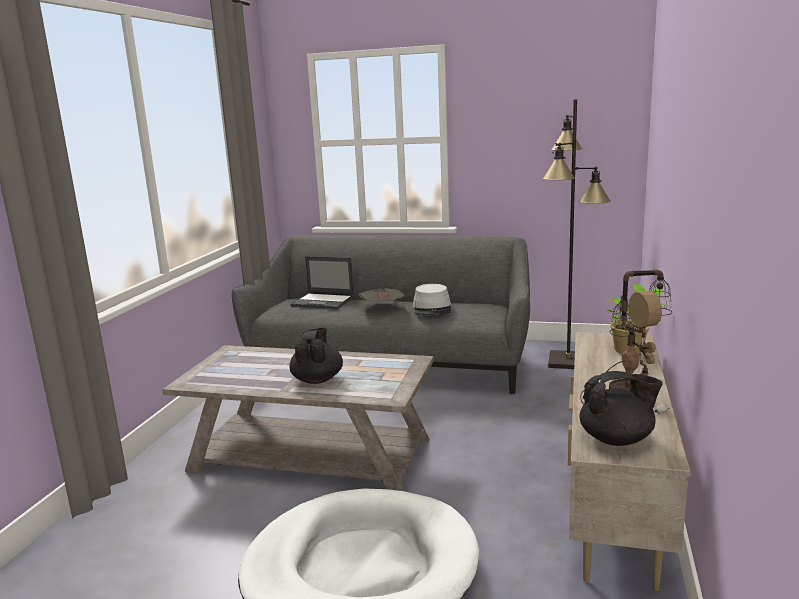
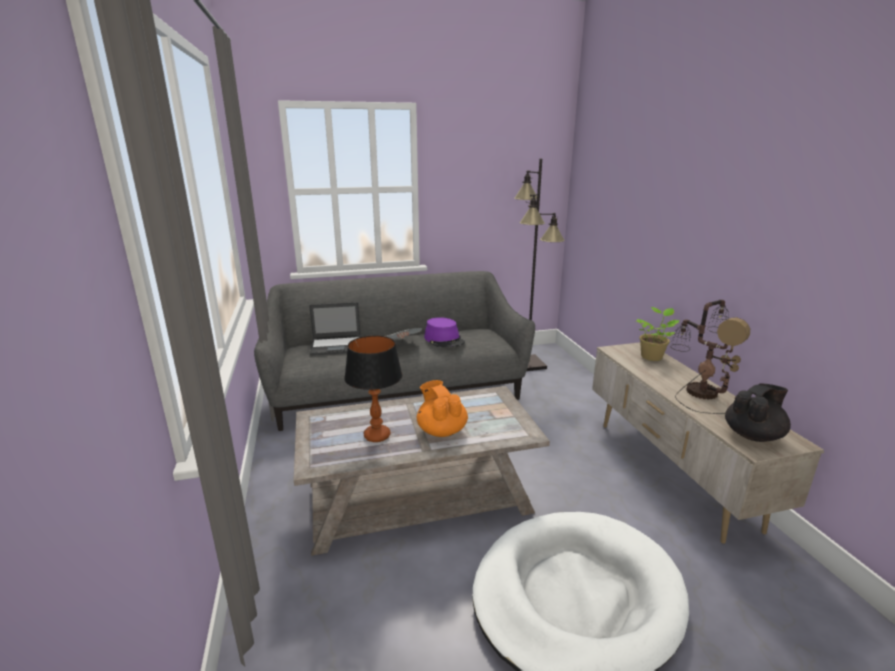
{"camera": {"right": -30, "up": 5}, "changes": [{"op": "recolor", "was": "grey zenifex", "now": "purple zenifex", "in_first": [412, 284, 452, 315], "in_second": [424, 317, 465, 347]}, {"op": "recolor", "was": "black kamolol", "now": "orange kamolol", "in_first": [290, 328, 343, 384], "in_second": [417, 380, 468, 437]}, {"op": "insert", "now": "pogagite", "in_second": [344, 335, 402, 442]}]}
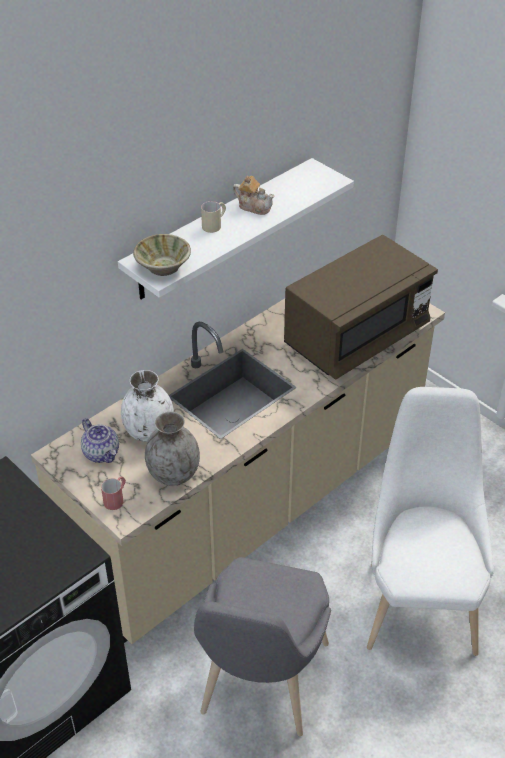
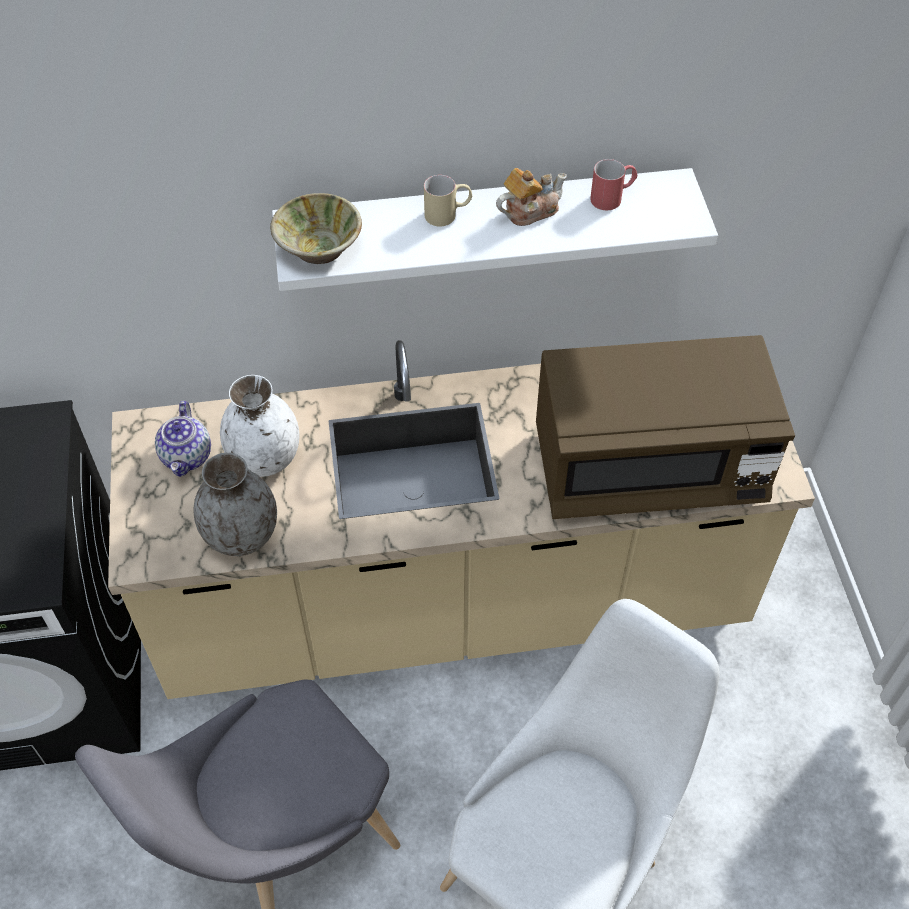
{"camera": {"right": 35, "up": 10}, "changes": [{"op": "rotate", "was": "kamolol", "in_first": [232, 176, 274, 215], "in_second": [496, 168, 567, 226], "clockwise": -90}, {"op": "move", "was": "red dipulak", "in_first": [101, 476, 126, 510], "in_second": [590, 159, 637, 210]}]}
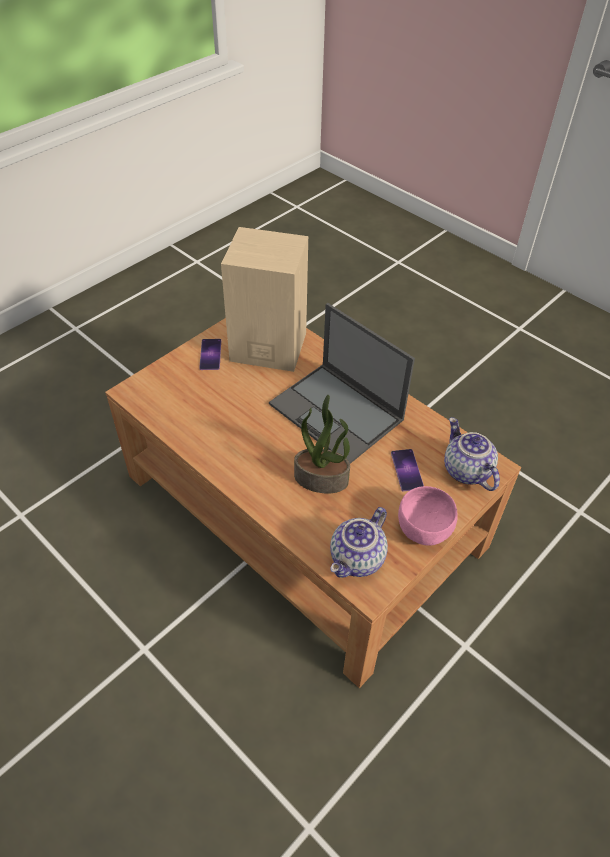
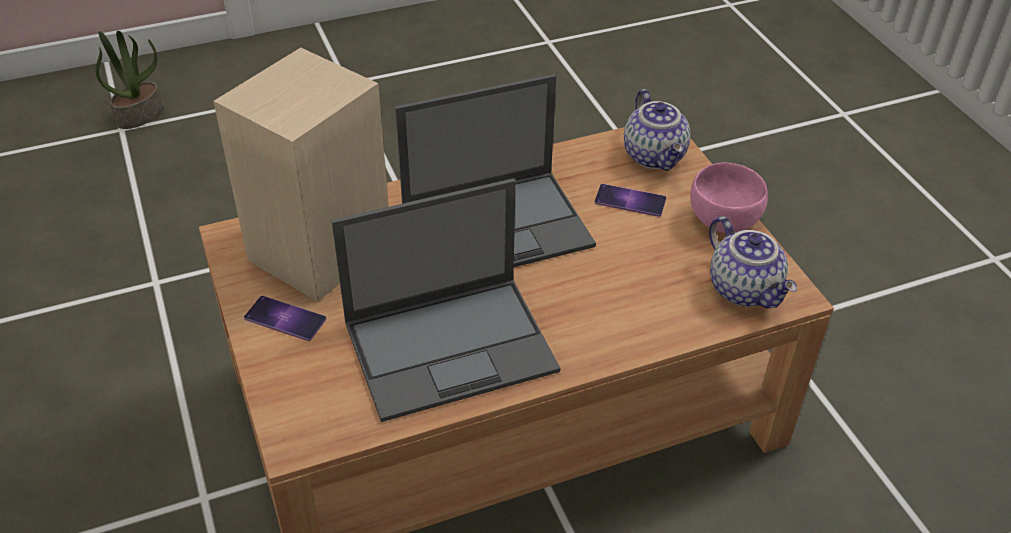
{"camera": {"right": -65, "up": -5}, "changes": [{"op": "move", "was": "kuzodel", "in_first": [294, 395, 350, 493], "in_second": [96, 31, 163, 129]}, {"op": "rotate", "was": "kamolol", "in_first": [444, 417, 500, 491], "in_second": [624, 89, 691, 171], "clockwise": -105}, {"op": "insert", "now": "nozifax", "in_second": [332, 178, 560, 422]}]}
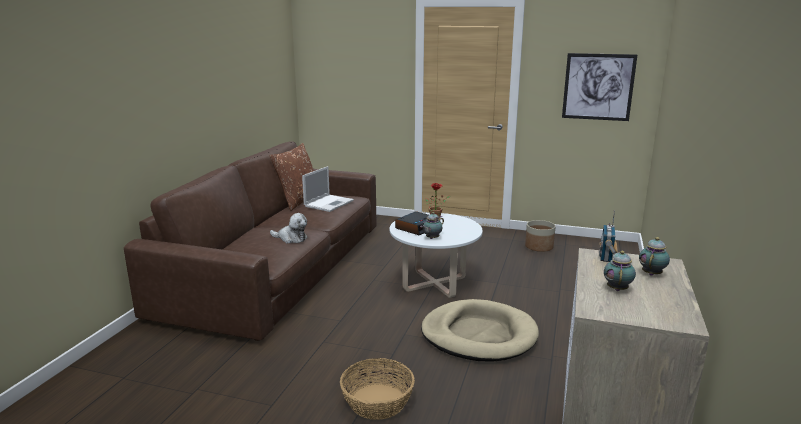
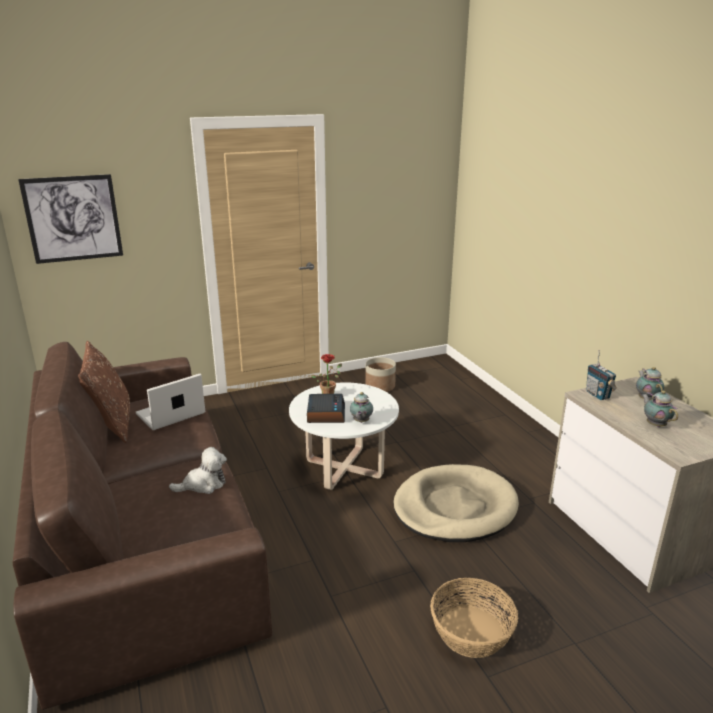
{"camera": {"right": -40, "up": 5}, "changes": [{"op": "move", "was": "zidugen", "in_first": [562, 53, 637, 121], "in_second": [18, 174, 123, 264]}, {"op": "rotate", "was": "nozifax", "in_first": [302, 166, 354, 212], "in_second": [136, 374, 205, 430], "clockwise": -120}]}
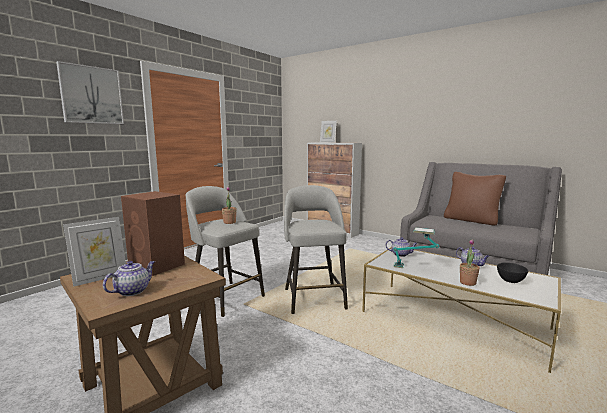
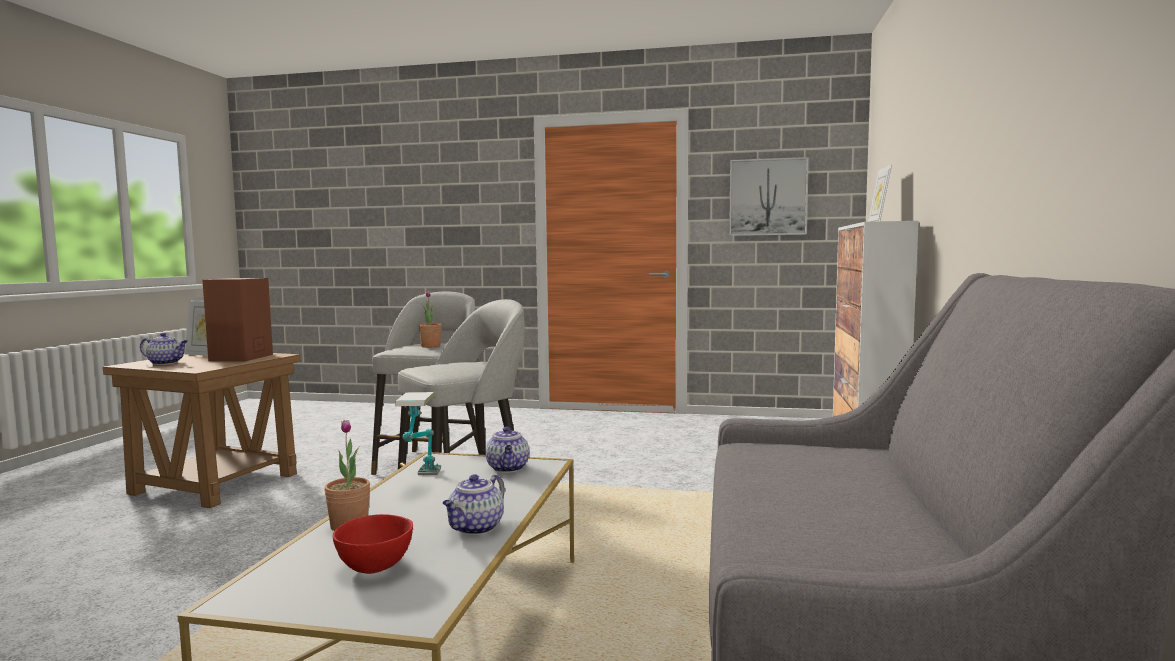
{"camera": {"right": 65, "up": -5}, "changes": [{"op": "move", "was": "zidugen", "in_first": [56, 61, 124, 124], "in_second": [729, 157, 809, 236]}, {"op": "delete", "was": "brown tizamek", "in_first": [444, 172, 506, 225]}, {"op": "recolor", "was": "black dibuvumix", "now": "red dibuvumix", "in_first": [497, 263, 528, 283], "in_second": [333, 514, 413, 574]}]}
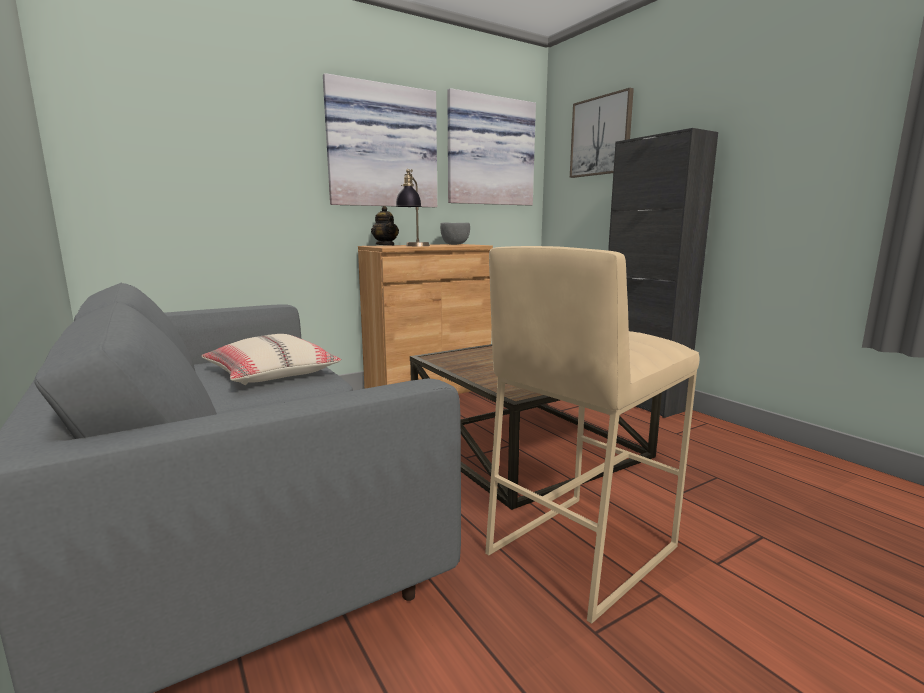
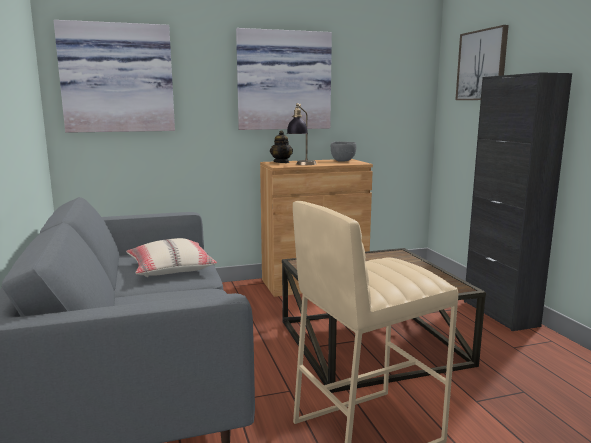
{"camera": {"right": 15, "up": 0}, "changes": [{"op": "move", "was": "zidugen", "in_first": [447, 88, 536, 205], "in_second": [54, 20, 175, 133]}]}
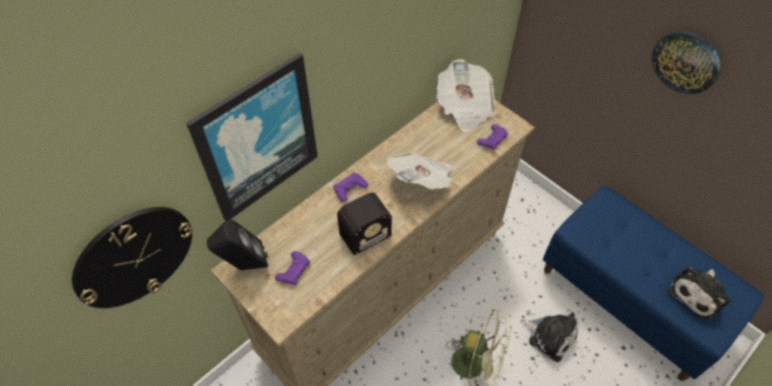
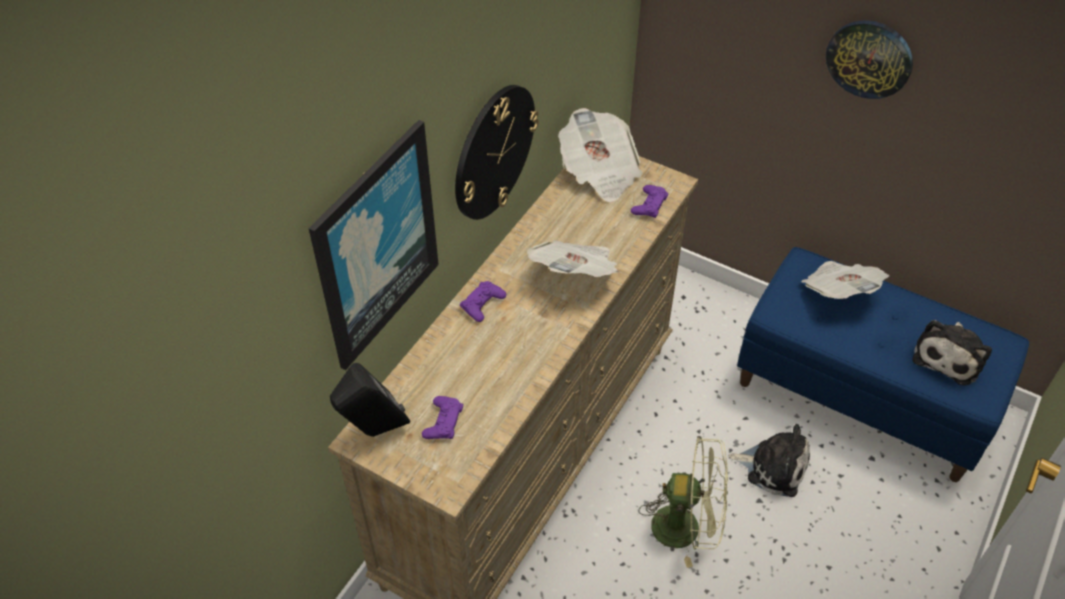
{"camera": {"right": -15, "up": -5}, "changes": [{"op": "delete", "was": "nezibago", "in_first": [314, 193, 392, 266]}, {"op": "move", "was": "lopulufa", "in_first": [72, 207, 193, 308], "in_second": [455, 85, 539, 220]}, {"op": "insert", "now": "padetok", "in_second": [801, 261, 889, 299]}]}
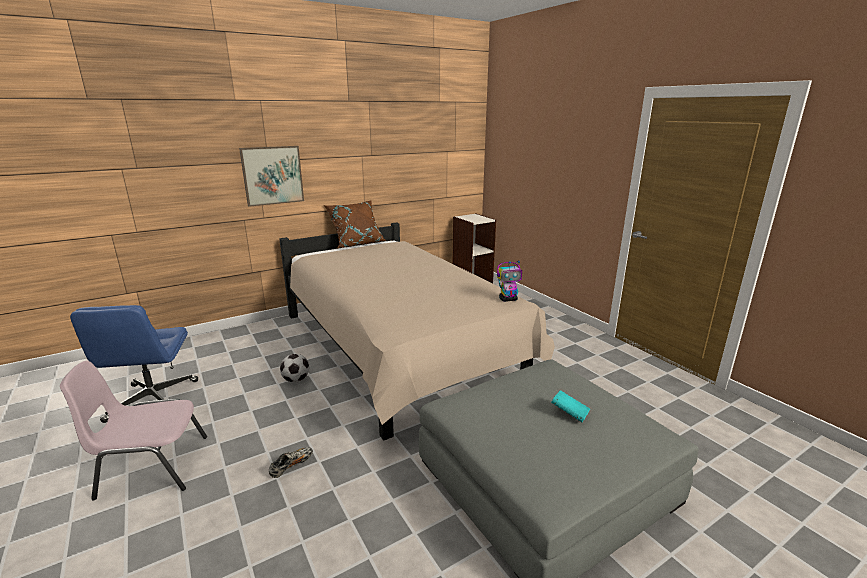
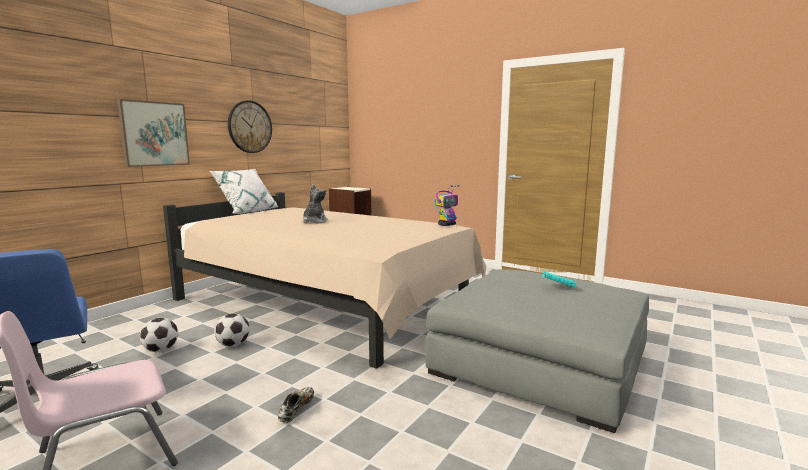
{"camera": {"right": -25, "up": -10}, "changes": [{"op": "recolor", "was": "brown tizamek", "now": "white tizamek", "in_first": [324, 201, 386, 248], "in_second": [210, 169, 278, 214]}, {"op": "insert", "now": "lopulufa", "in_second": [228, 100, 272, 153]}, {"op": "insert", "now": "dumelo", "in_second": [302, 184, 328, 223]}, {"op": "insert", "now": "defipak", "in_second": [140, 318, 178, 352]}]}
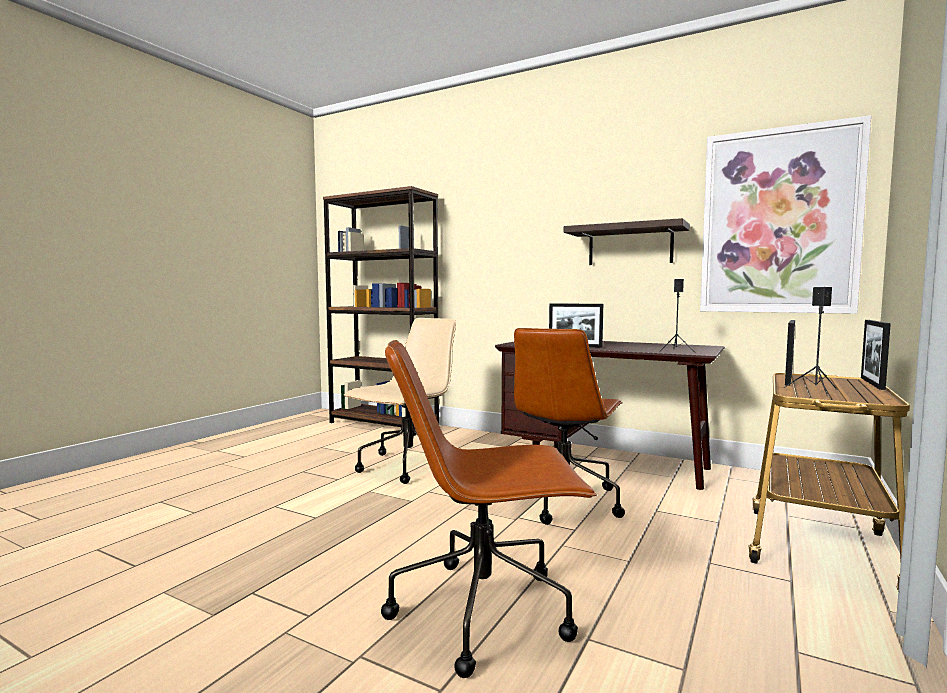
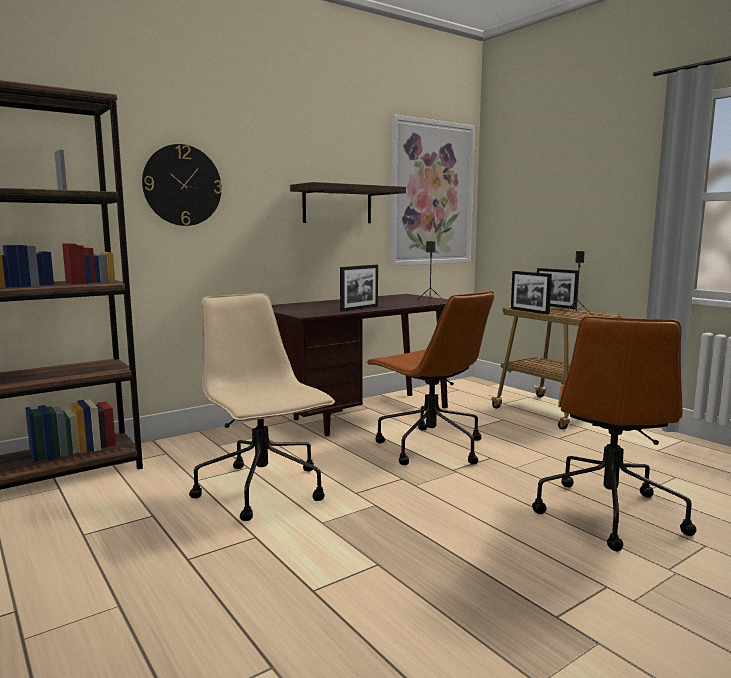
{"camera": {"right": -65, "up": 5}, "changes": [{"op": "insert", "now": "lopulufa", "in_second": [142, 144, 222, 226]}]}
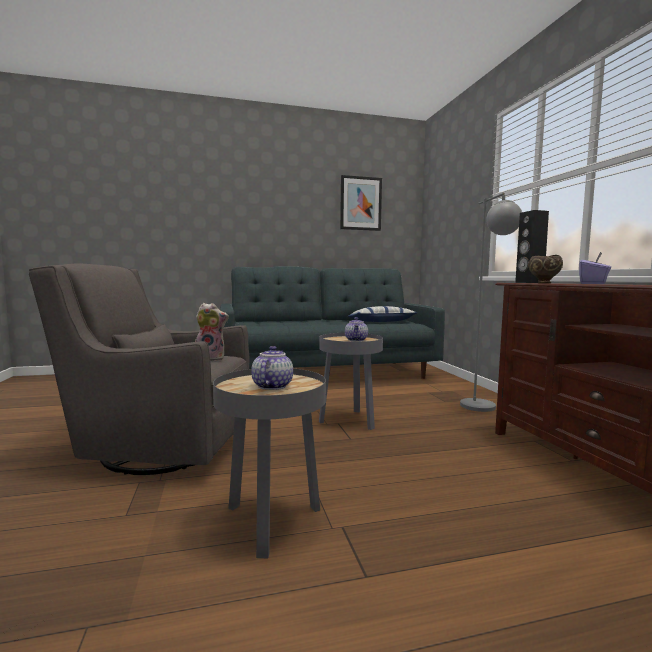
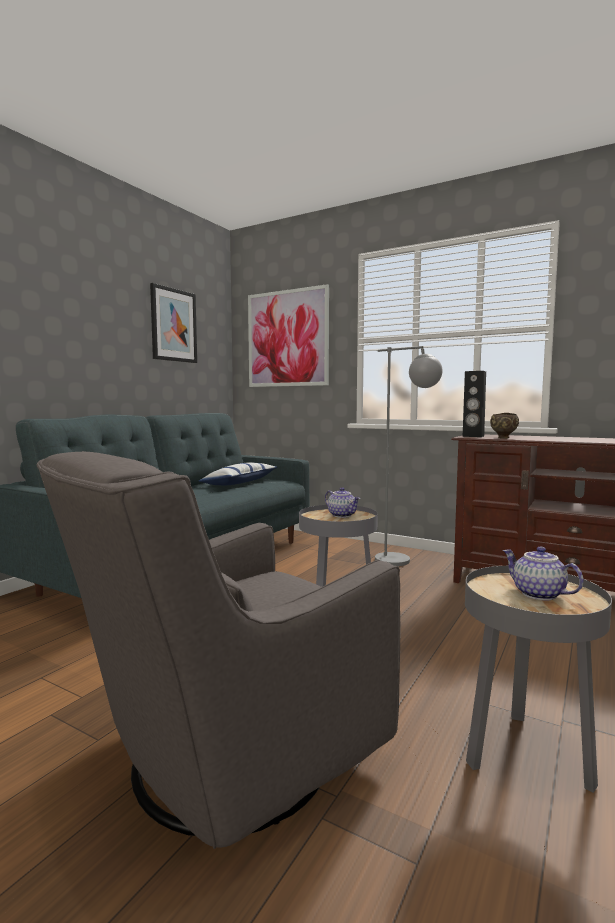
{"camera": {"right": -45, "up": 0}, "changes": [{"op": "delete", "was": "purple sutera", "in_first": [579, 252, 611, 284]}, {"op": "delete", "was": "dumelo", "in_first": [195, 303, 229, 361]}, {"op": "insert", "now": "zidugen", "in_second": [248, 284, 329, 387]}]}
